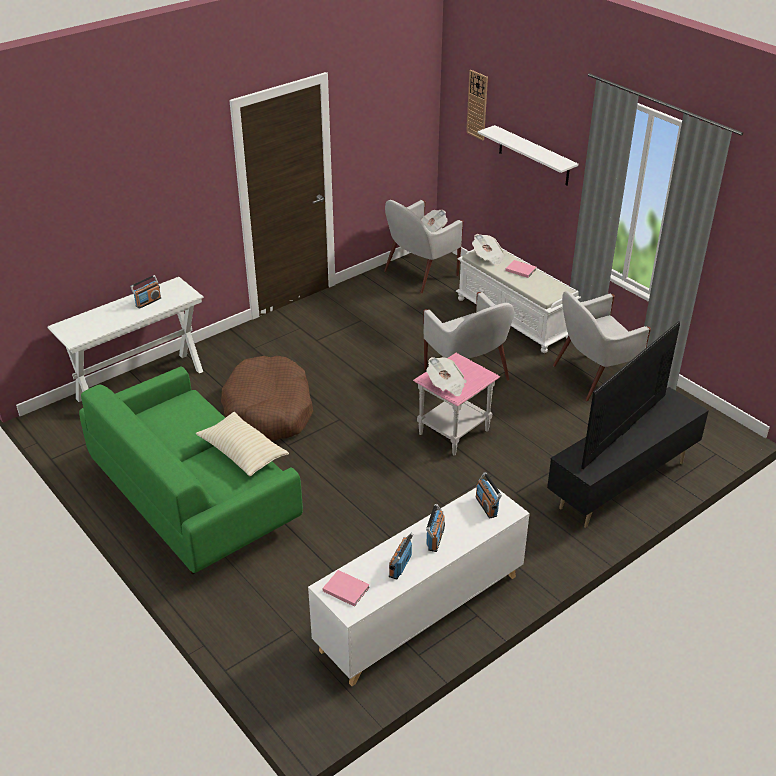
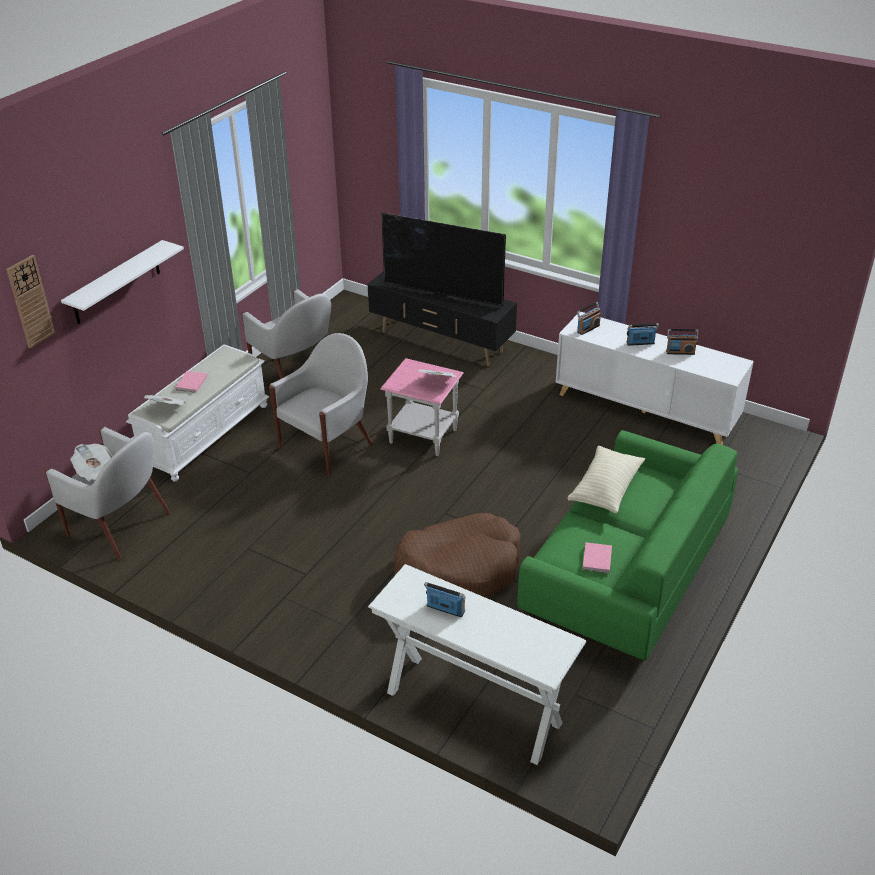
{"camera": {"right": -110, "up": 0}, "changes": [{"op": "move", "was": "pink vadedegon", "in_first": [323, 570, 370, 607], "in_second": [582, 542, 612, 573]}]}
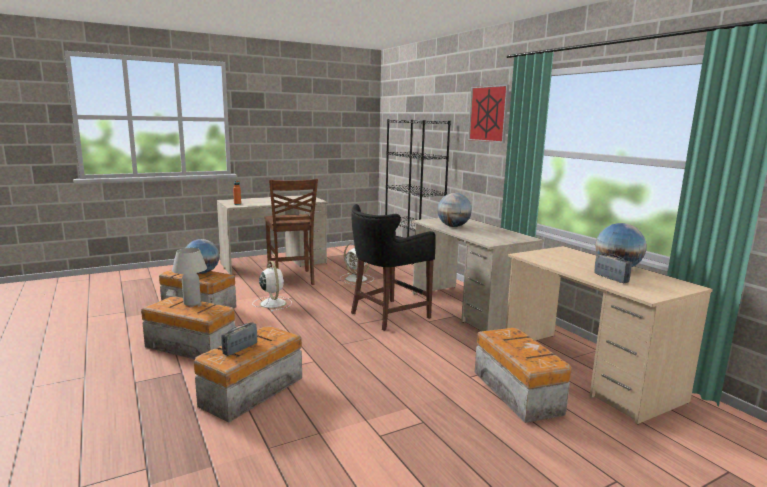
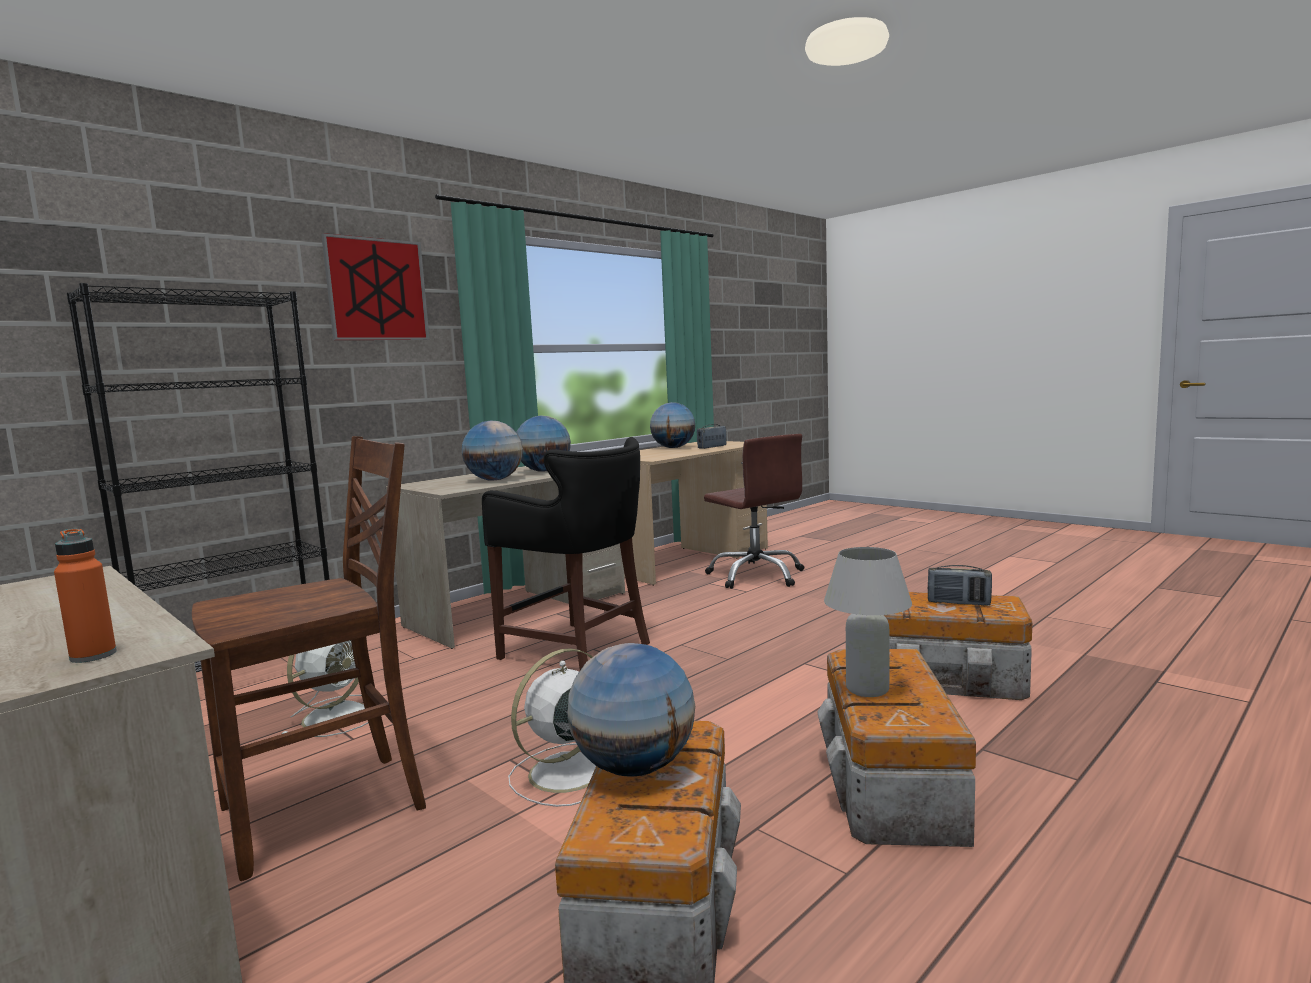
{"camera": {"right": -105, "up": -5}, "changes": [{"op": "replace", "was": "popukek", "now": "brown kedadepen", "in_first": [475, 328, 572, 423], "in_second": [704, 434, 804, 589]}, {"op": "insert", "now": "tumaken", "in_second": [516, 416, 571, 472]}]}
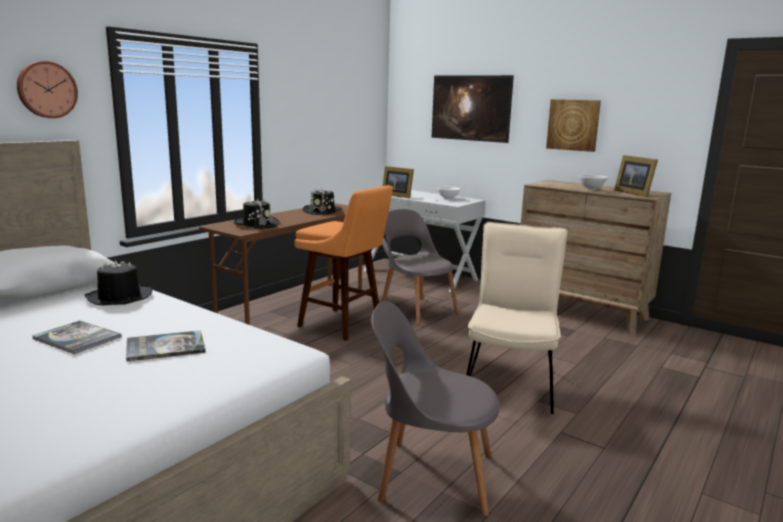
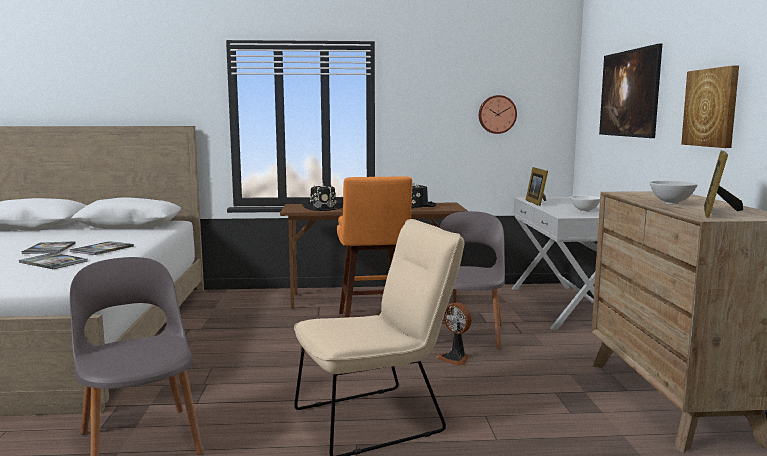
{"camera": {"right": 50, "up": -5}, "changes": [{"op": "move", "was": "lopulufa", "in_first": [17, 61, 78, 118], "in_second": [479, 95, 517, 134]}, {"op": "delete", "was": "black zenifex", "in_first": [85, 260, 153, 306]}, {"op": "insert", "now": "vadedegon", "in_second": [69, 241, 134, 255]}, {"op": "insert", "now": "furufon", "in_second": [436, 303, 472, 366]}]}
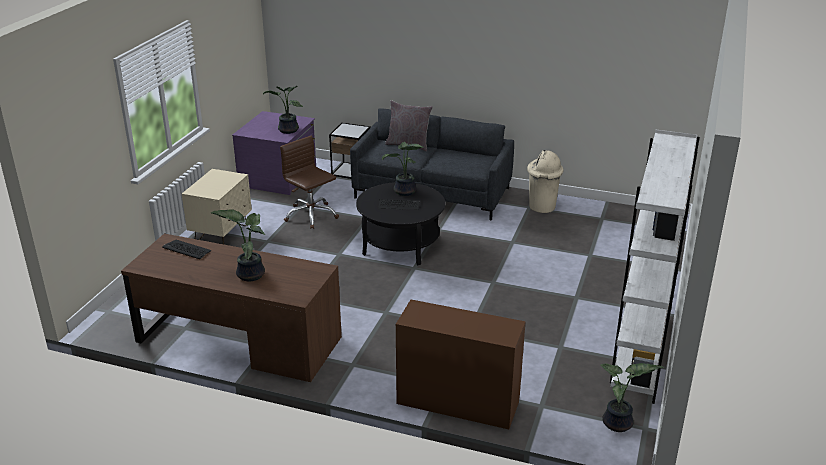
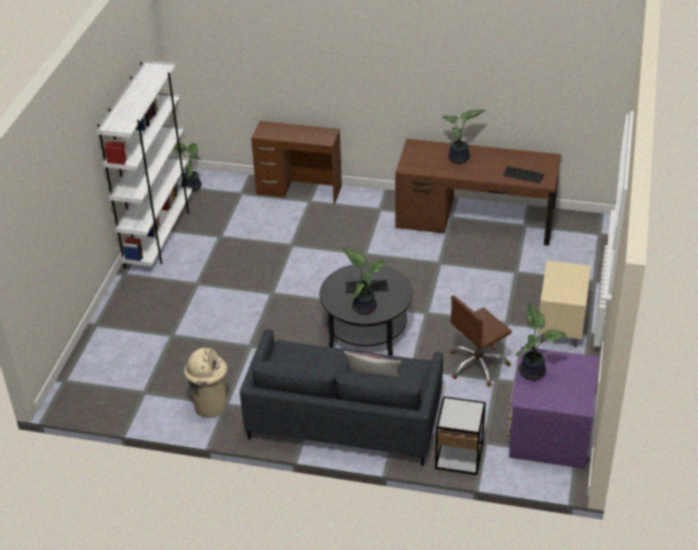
{"camera": {"right": 175, "up": 10}, "changes": [{"op": "rotate", "was": "brown kedadepen", "in_first": [280, 136, 339, 229], "in_second": [450, 296, 512, 387], "clockwise": 105}]}
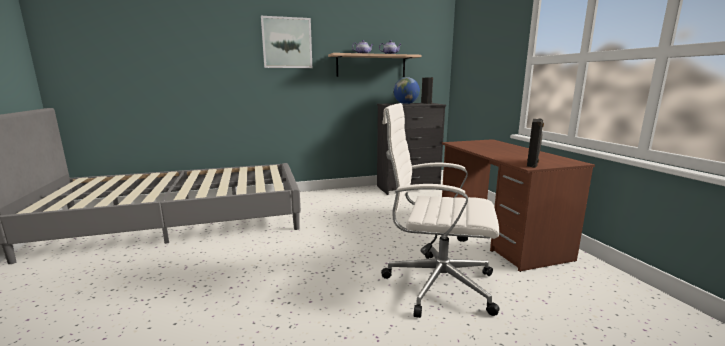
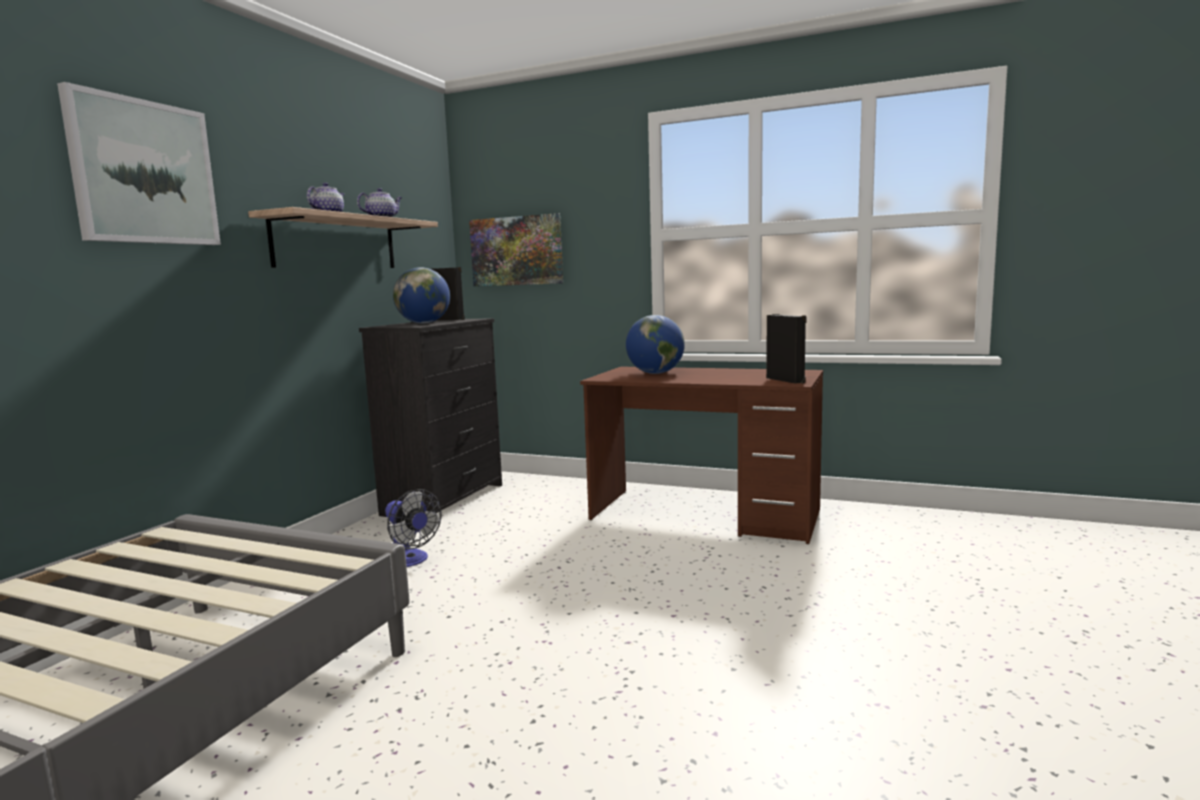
{"camera": {"right": -50, "up": -5}, "changes": [{"op": "delete", "was": "white kedadepen", "in_first": [381, 103, 500, 318]}, {"op": "insert", "now": "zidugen", "in_second": [469, 213, 563, 286]}, {"op": "insert", "now": "tumaken", "in_second": [626, 315, 685, 374]}, {"op": "insert", "now": "furufon", "in_second": [385, 489, 442, 567]}]}
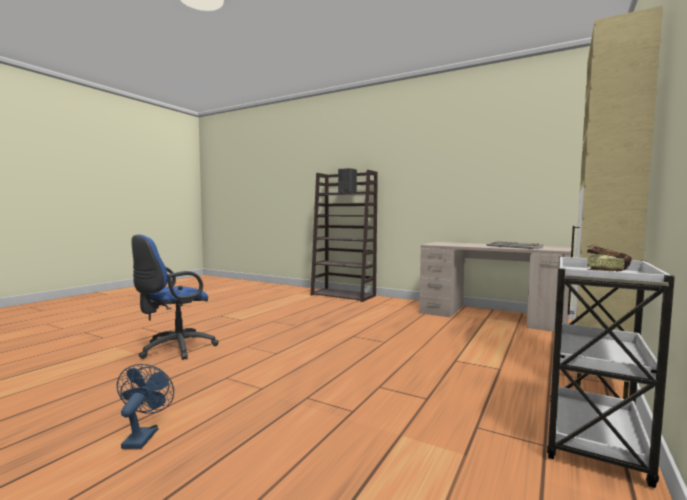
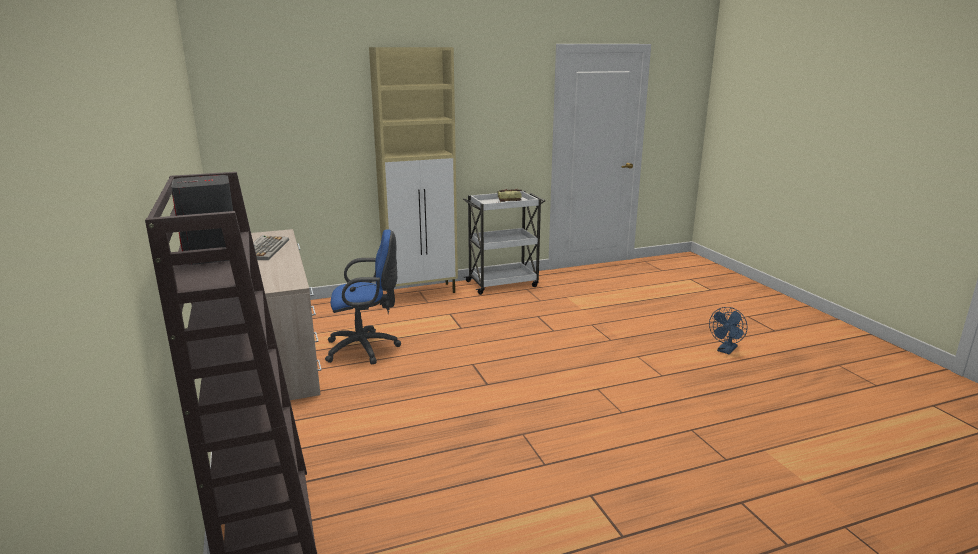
{"camera": {"right": -140, "up": 15}, "changes": [{"op": "move", "was": "blue kedadepen", "in_first": [131, 234, 219, 360], "in_second": [325, 229, 401, 365]}]}
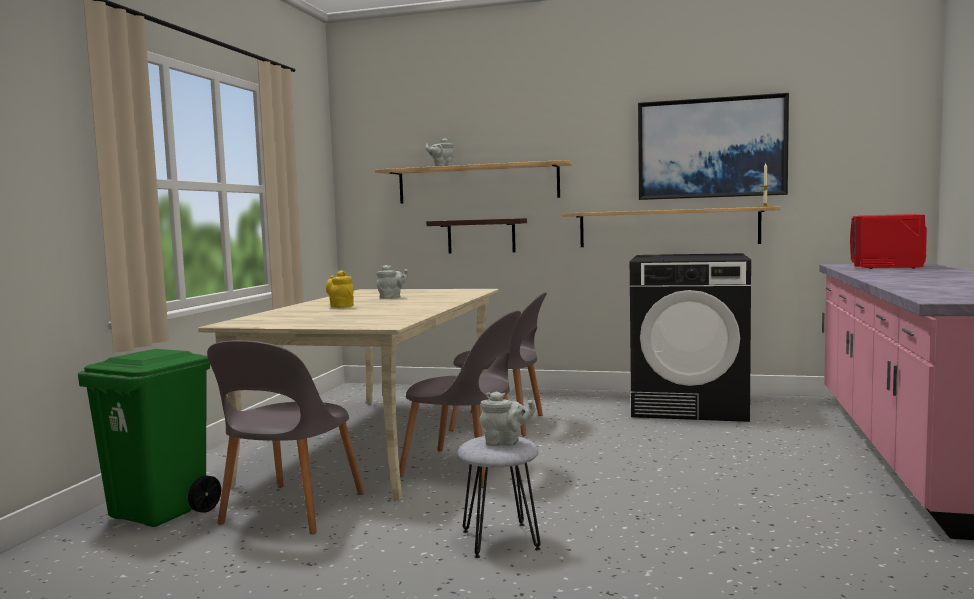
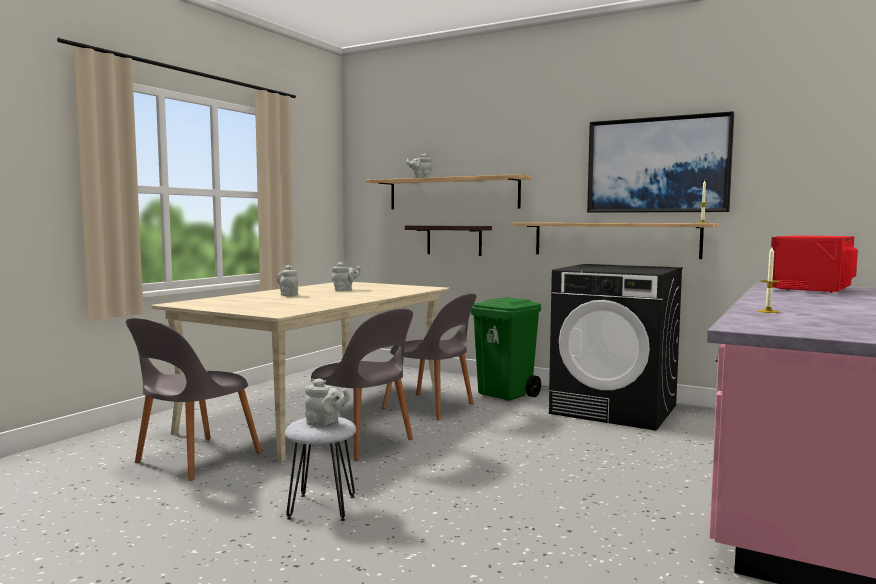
{"camera": {"right": 15, "up": 0}, "changes": [{"op": "recolor", "was": "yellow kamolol", "now": "grey kamolol", "in_first": [326, 270, 354, 308], "in_second": [277, 265, 298, 296]}, {"op": "move", "was": "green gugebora", "in_first": [78, 349, 221, 527], "in_second": [471, 298, 541, 401]}, {"op": "insert", "now": "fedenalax", "in_second": [757, 247, 780, 313]}]}
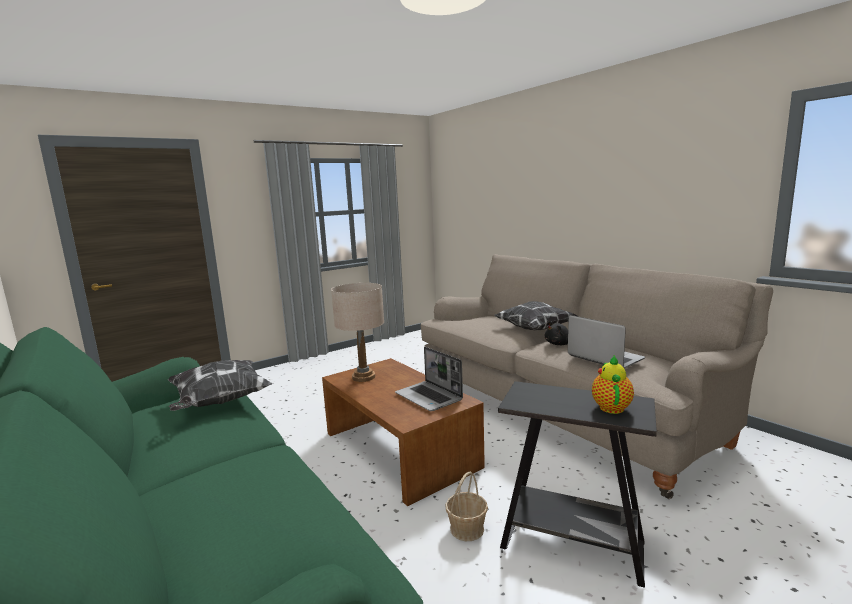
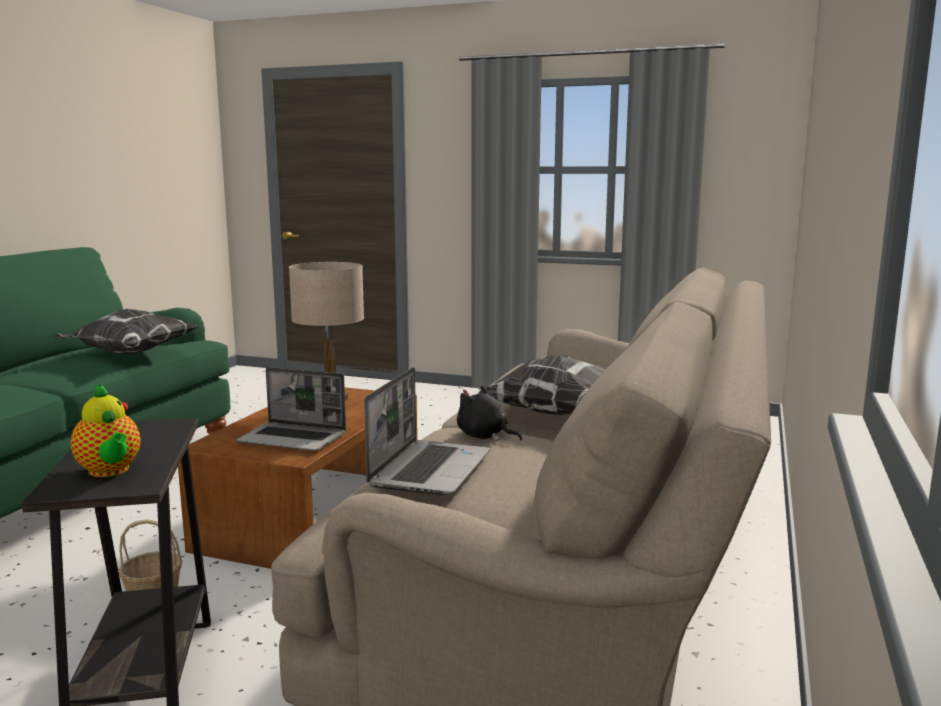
{"camera": {"right": 55, "up": 0}, "changes": [{"op": "rotate", "was": "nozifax", "in_first": [395, 347, 463, 411], "in_second": [236, 367, 346, 451], "clockwise": -90}, {"op": "rotate", "was": "kamolol", "in_first": [592, 355, 634, 414], "in_second": [71, 383, 141, 477], "clockwise": 75}]}
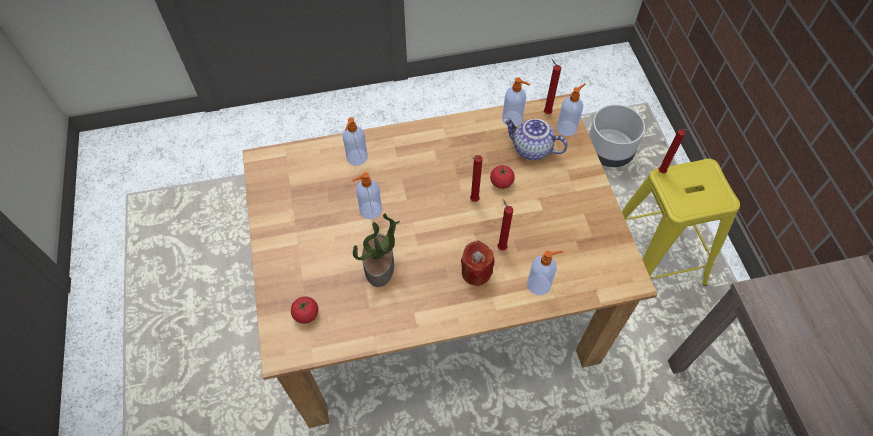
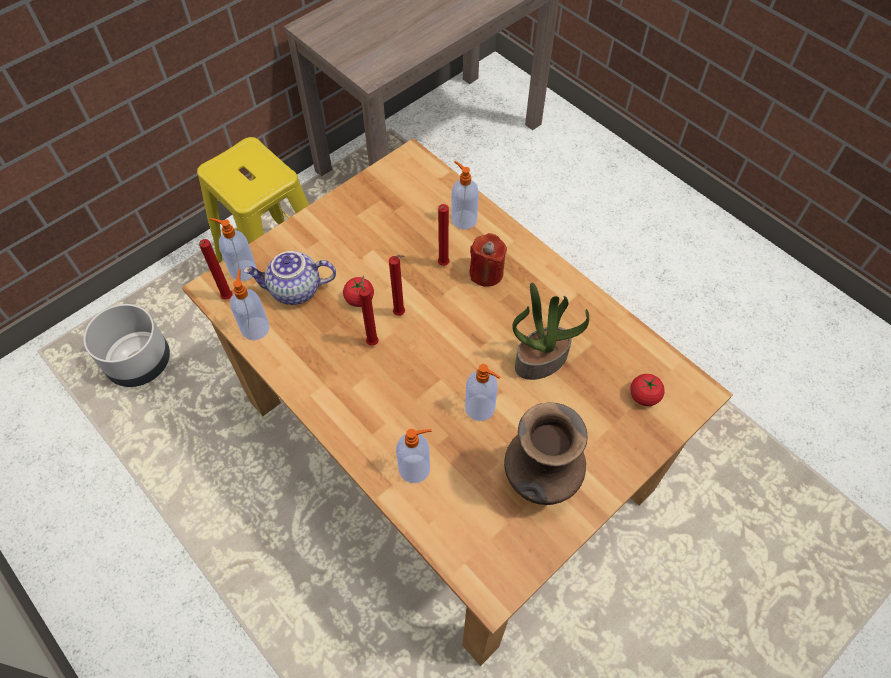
{"camera": {"right": -120, "up": 0}, "changes": [{"op": "rotate", "was": "kamolol", "in_first": [503, 118, 568, 160], "in_second": [243, 251, 336, 305], "clockwise": 90}, {"op": "move", "was": "red fedenalax", "in_first": [658, 129, 692, 174], "in_second": [359, 275, 379, 346]}, {"op": "insert", "now": "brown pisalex", "in_second": [504, 402, 588, 505]}]}
